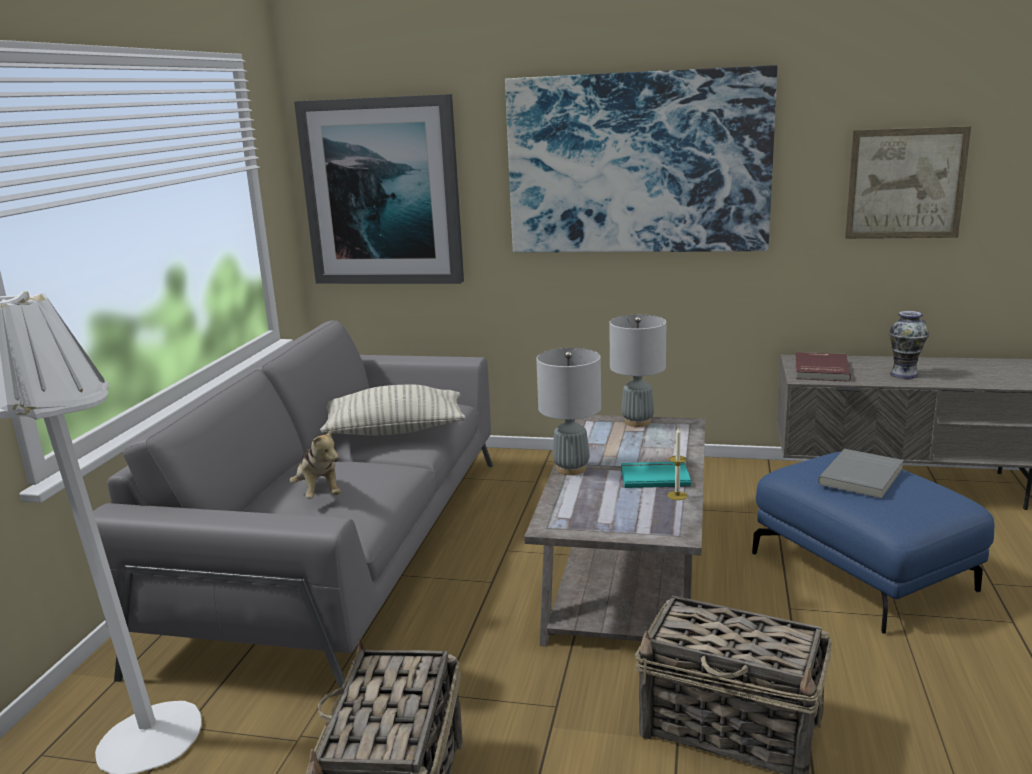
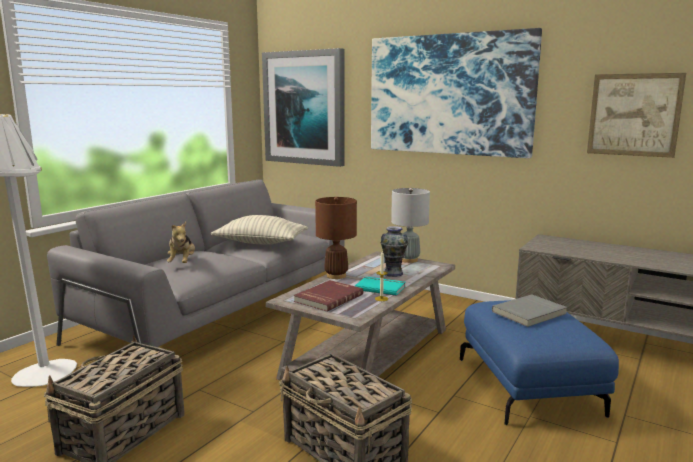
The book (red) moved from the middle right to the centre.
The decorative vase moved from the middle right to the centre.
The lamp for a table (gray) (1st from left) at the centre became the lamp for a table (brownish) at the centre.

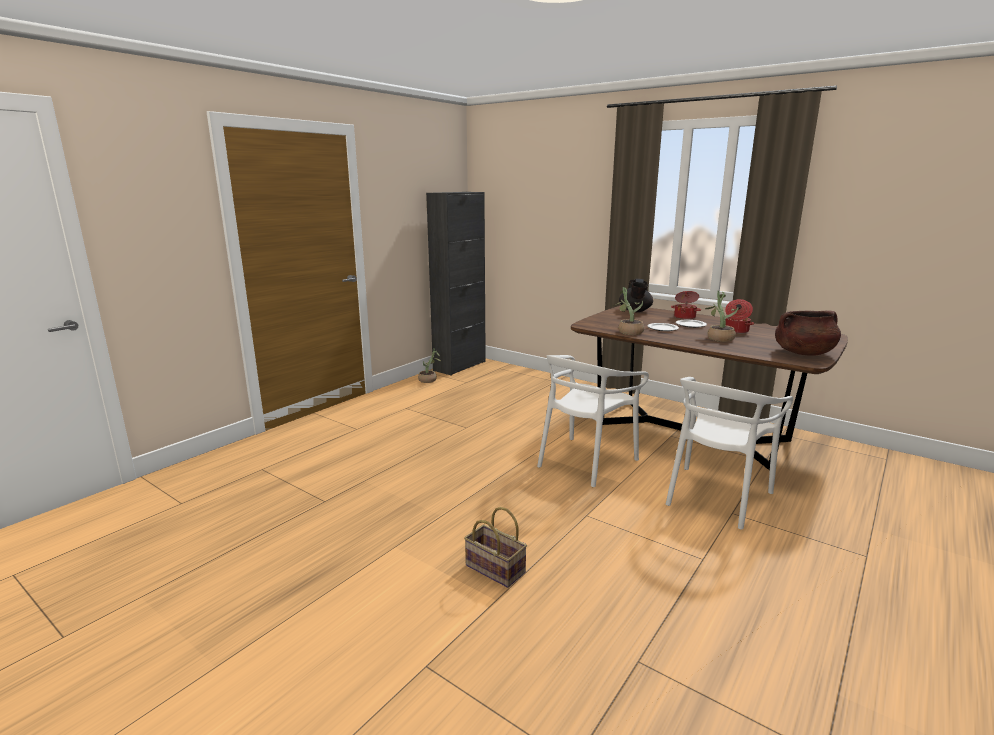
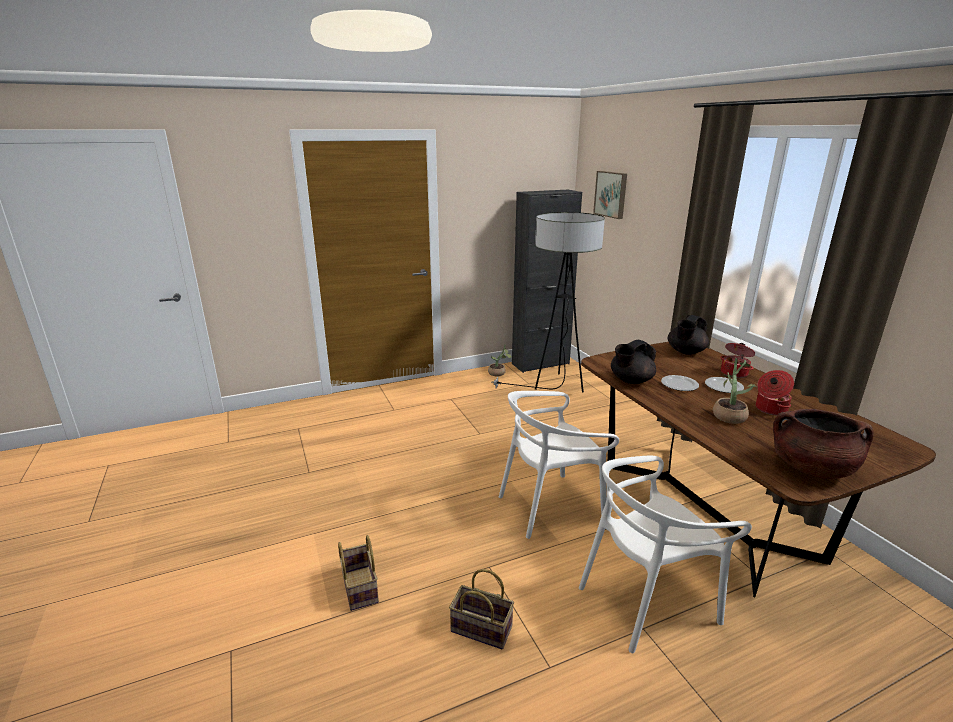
The storage basket (2nd from left) at the bottom centre appeared.
The standing lamp at the centre appeared.
The wall art at the top centre appeared.
The plant in a pot (2nd from left) at the centre was replaced by the teapot (black-coloured) (1st from left) at the centre.

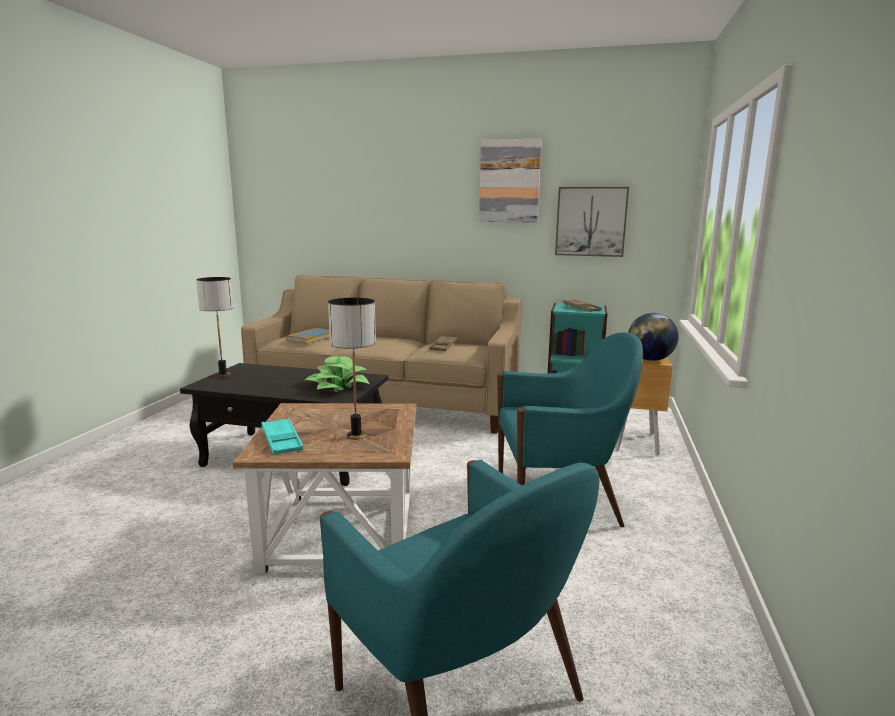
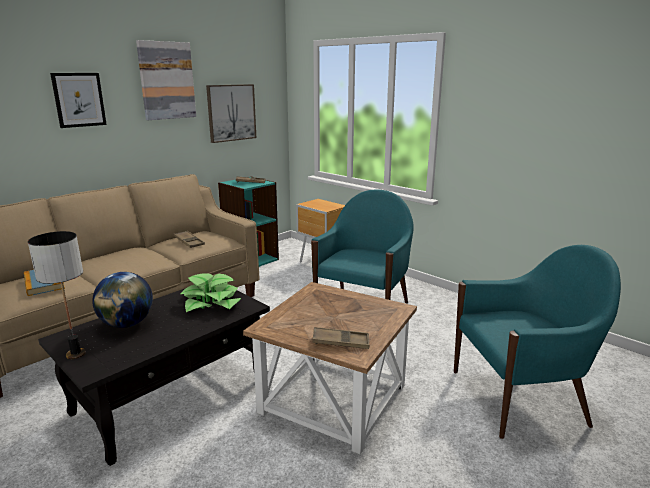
The lamp for a table (2nd from left) at the centre disappeared.
The wall art (1st from left) at the top left appeared.
The world globe moved from the middle right to the middle left.
The carrying tray (blue-green) at the middle left became the carrying tray (brownish) (3rd from left) at the bottom centre.

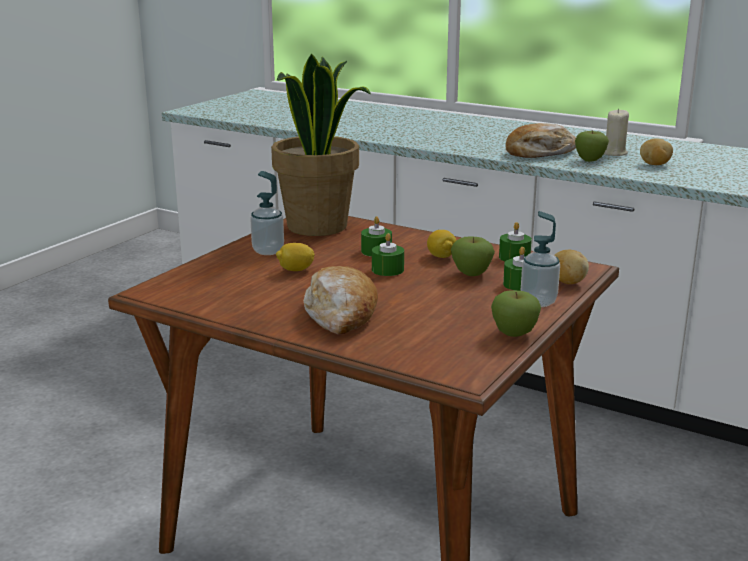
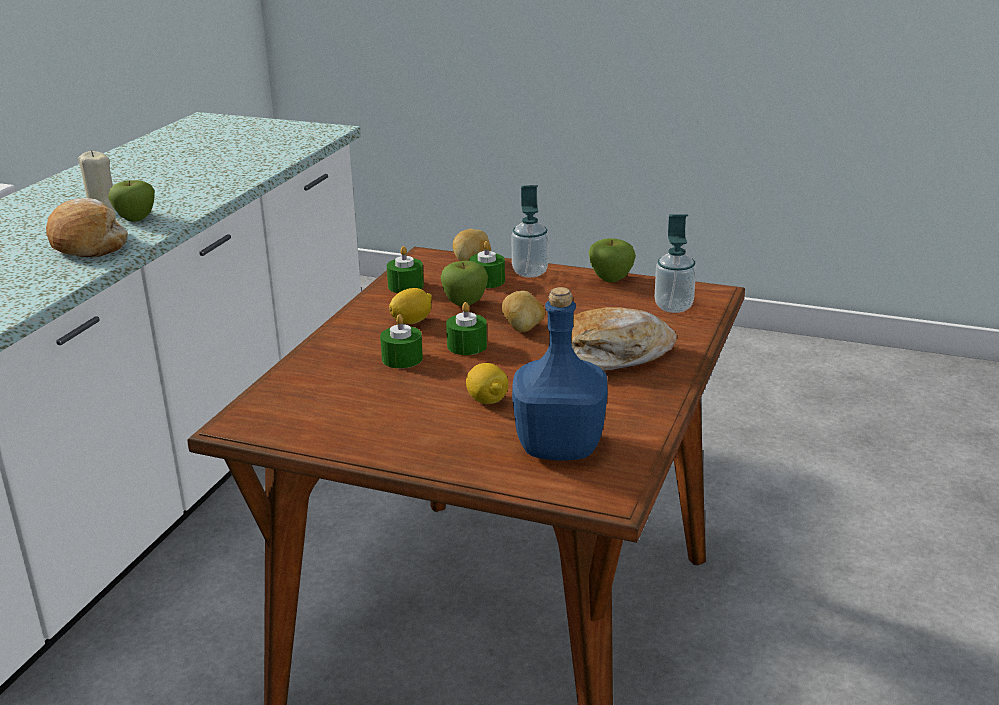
The plant in a pot at the top centre disappeared.
The bottle (blue-coloured) at the centre appeared.
The soap dispenser (1st from left in the first image) moved from the centre to the middle right.
The potato (2nd from left) moved from the top right to the centre.

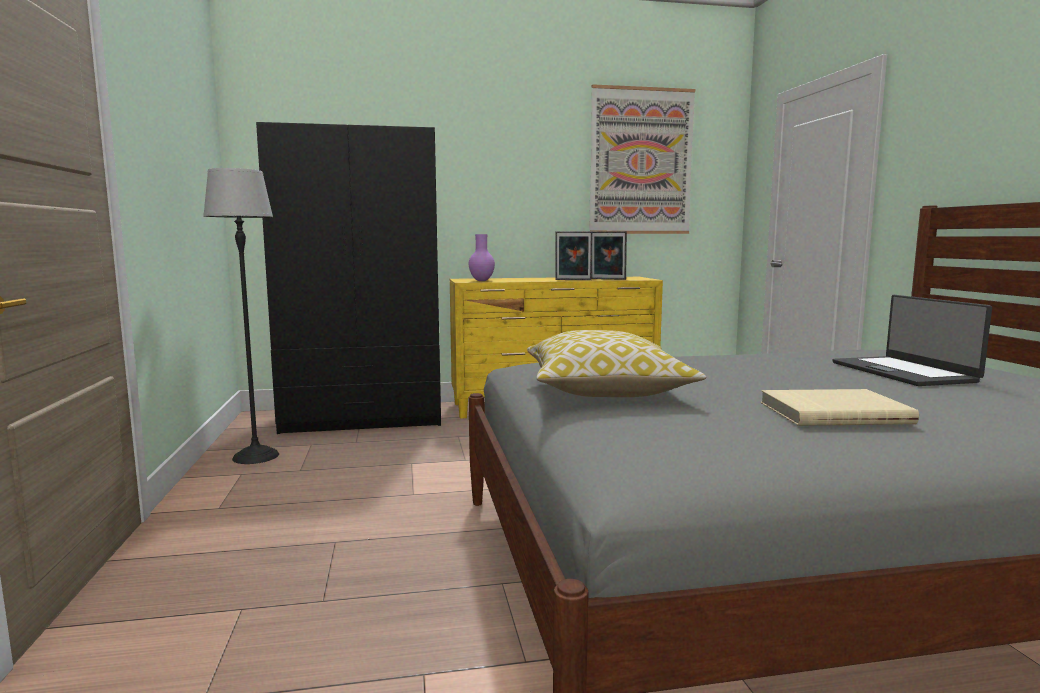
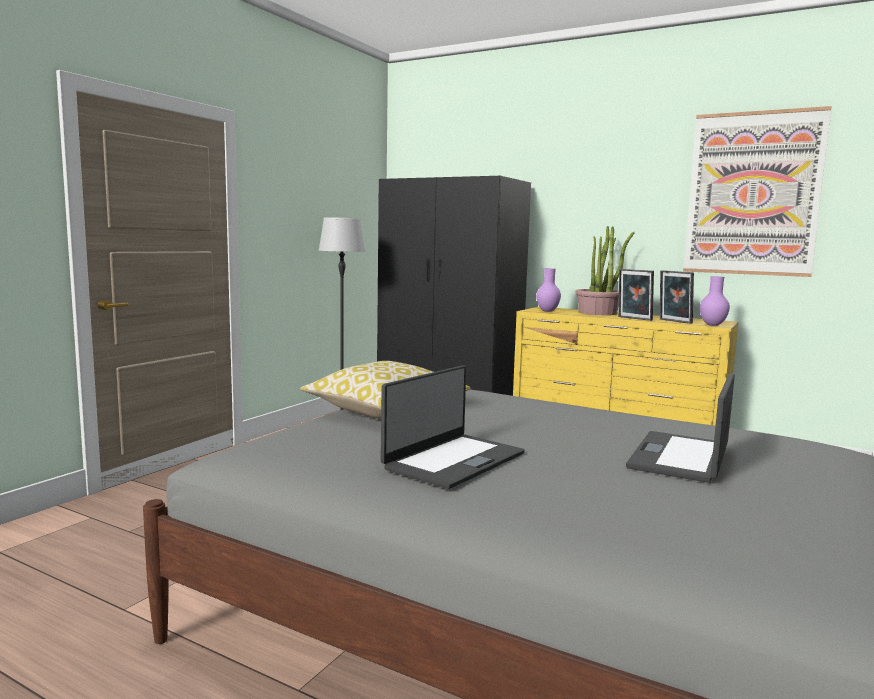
The plant in a pot at the middle right appeared.
The decorative vase (purple) (2nd from left) at the middle right appeared.
The book (beige-coloured) at the middle right was replaced by the portable computer (1st from left) at the centre.

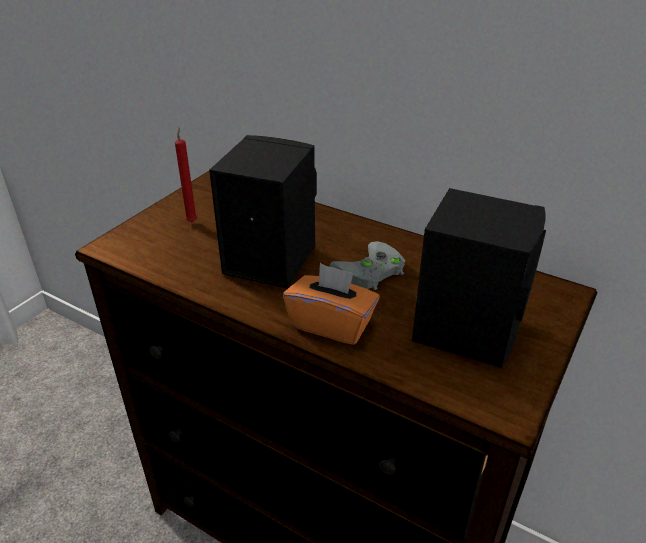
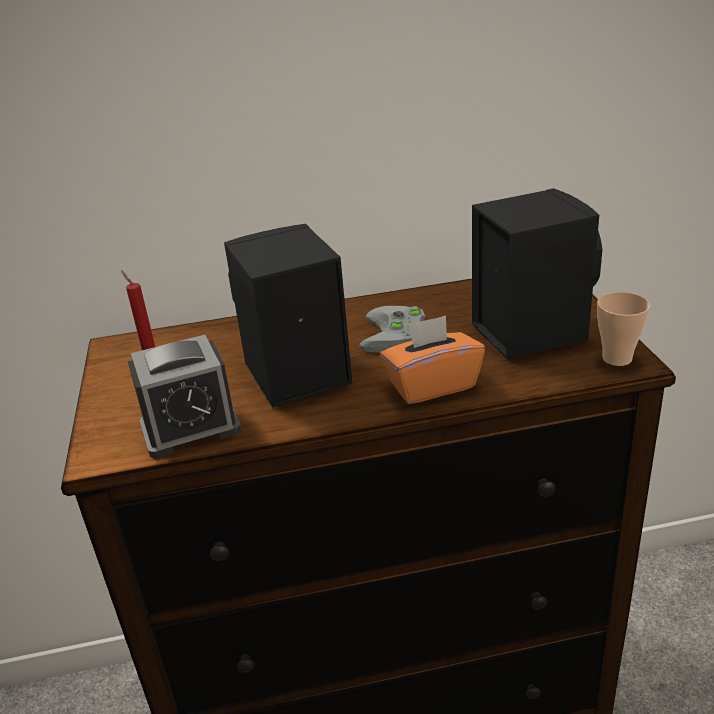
The table clock at the middle left appeared.
The cup at the middle right appeared.

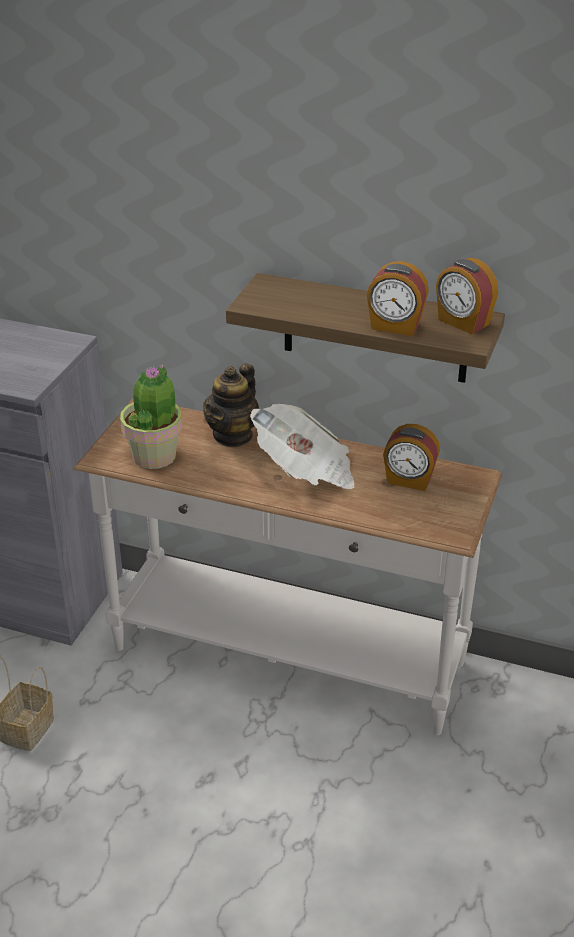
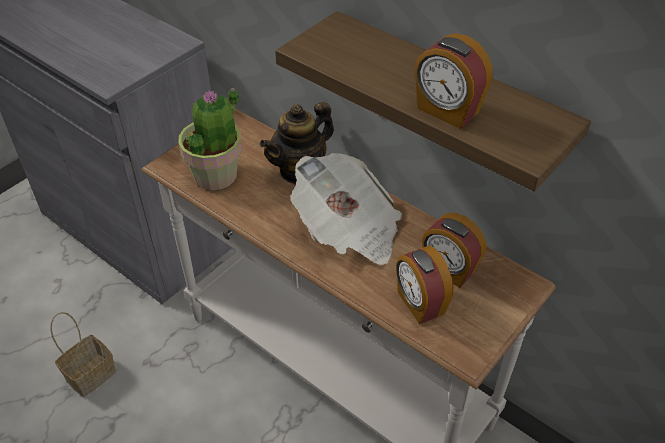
The table clock (3rd from left in the first image) moved from the top right to the centre.

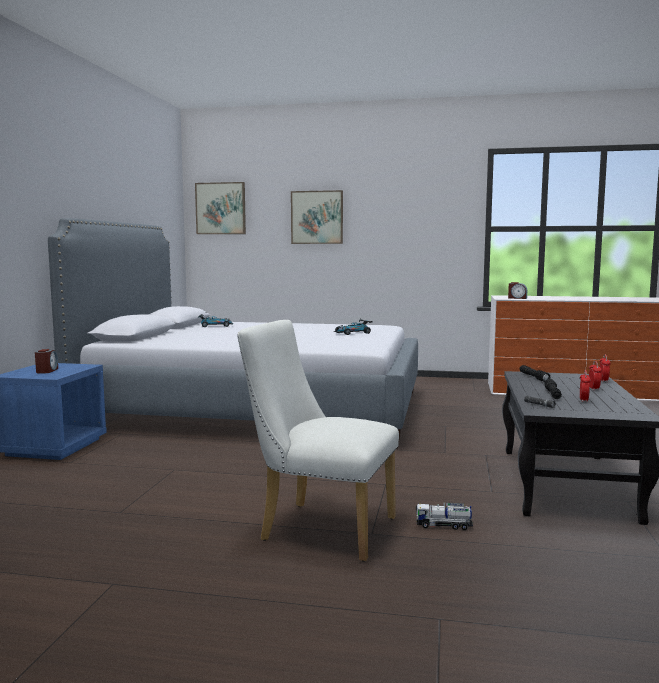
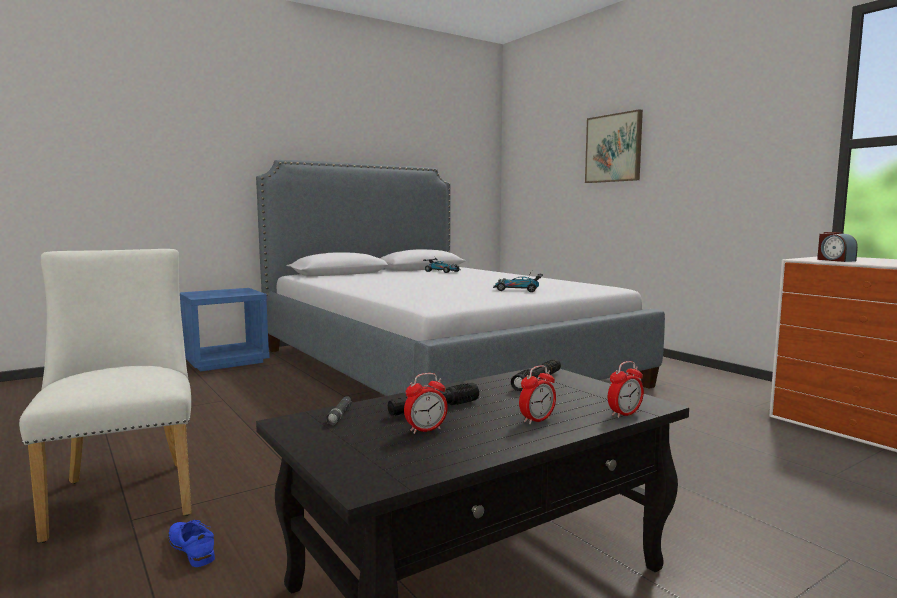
The table clock (1st from left) at the middle left disappeared.
The wall art (1st from left) at the top centre disappeared.
The model truck at the bottom right was replaced by the low shoe (blue-coloured) at the bottom left.

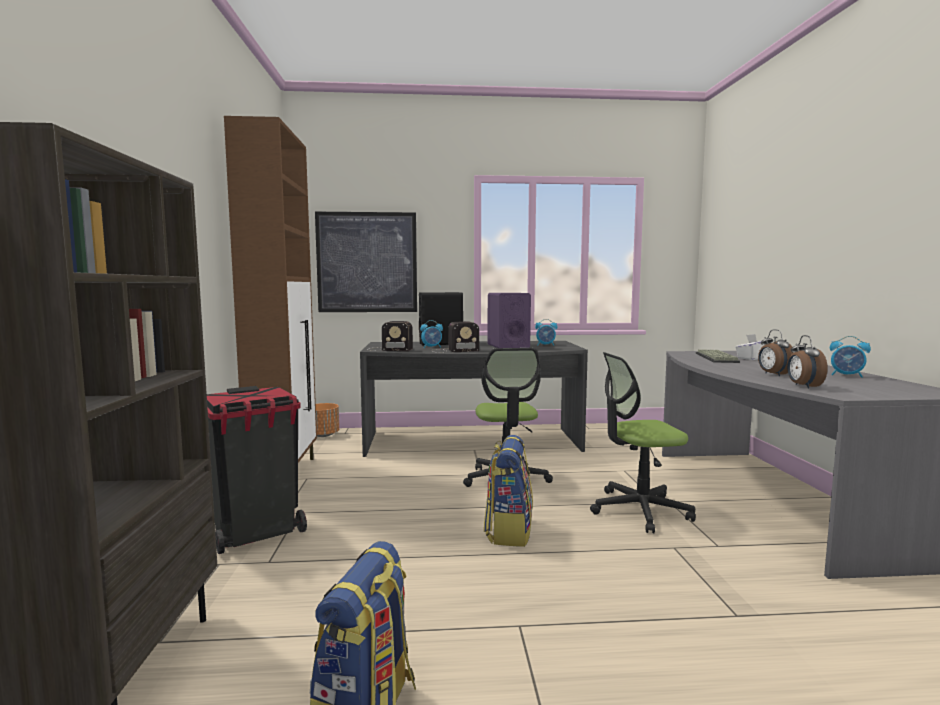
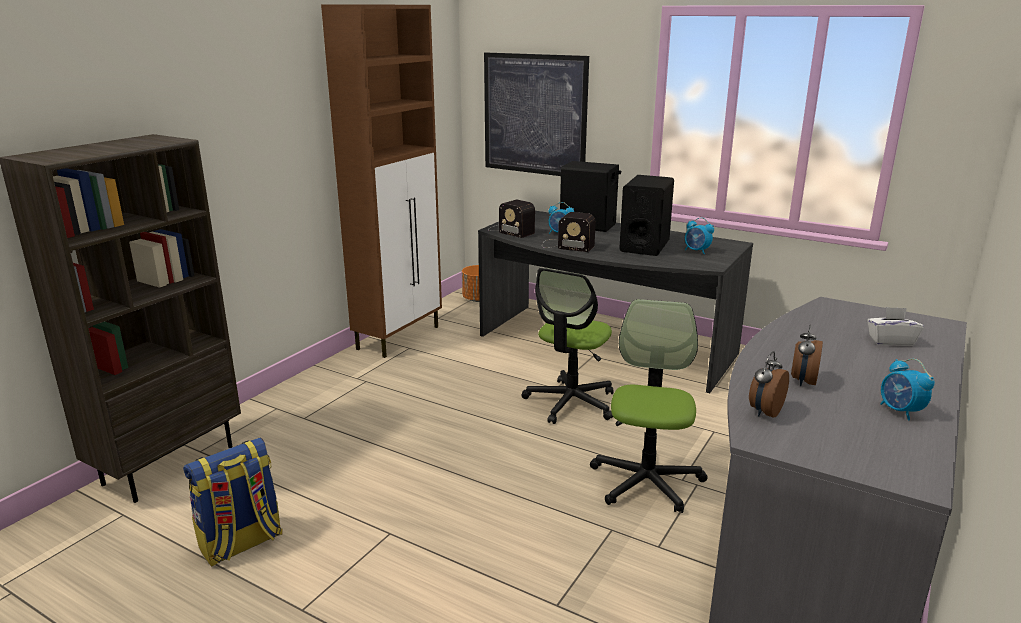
The waste bin (black-coloured) at the bottom left disappeared.
The backpack (2nd from left) at the bottom centre disappeared.
The computer keyboard at the middle right disappeared.
The speaker (purple) at the centre became the speaker (black-coloured) (2nd from left) at the centre.
The office chair (2nd from left) at the middle right turned 75 degrees clockwise.

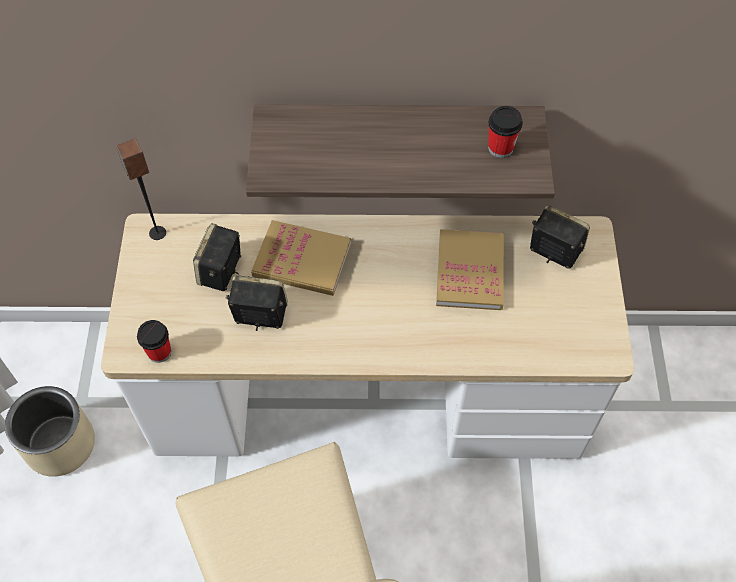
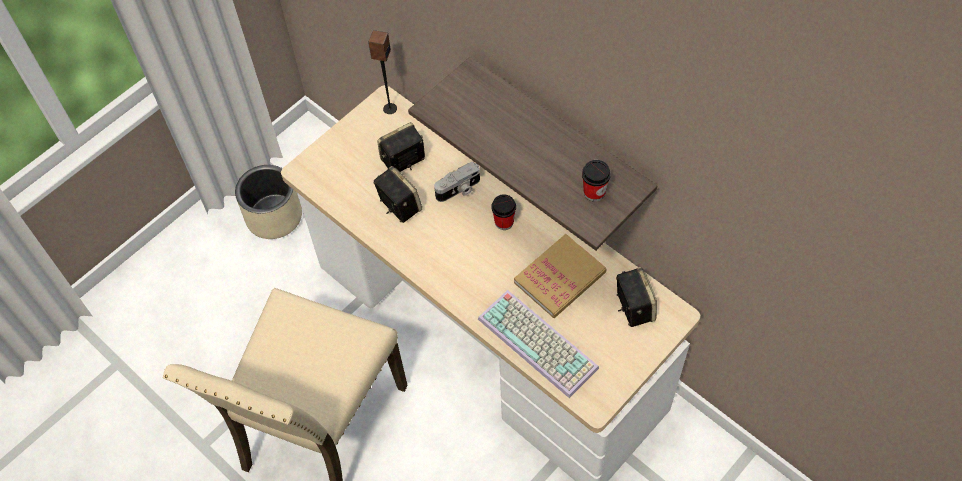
The computer keyboard at the bottom centre appeared.
The cup (1st from left) moved from the middle left to the centre.
The book (1st from left) at the centre was replaced by the still camera at the centre.

